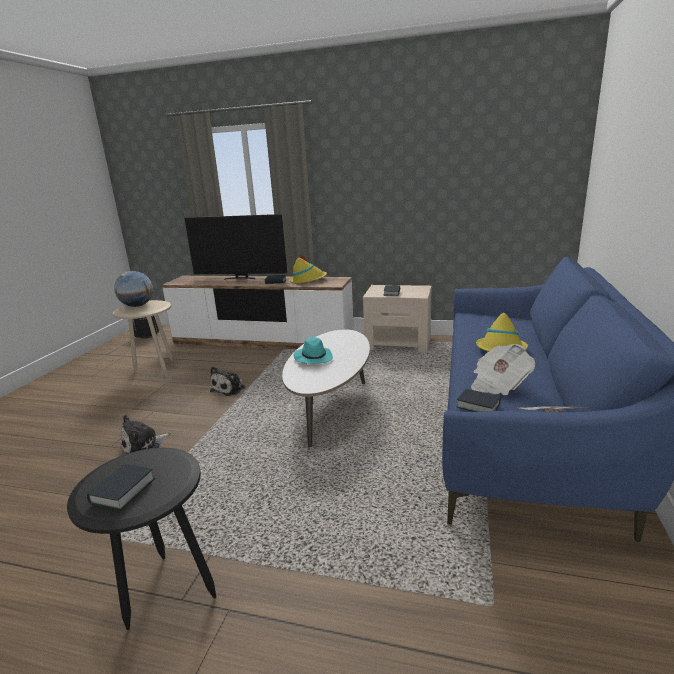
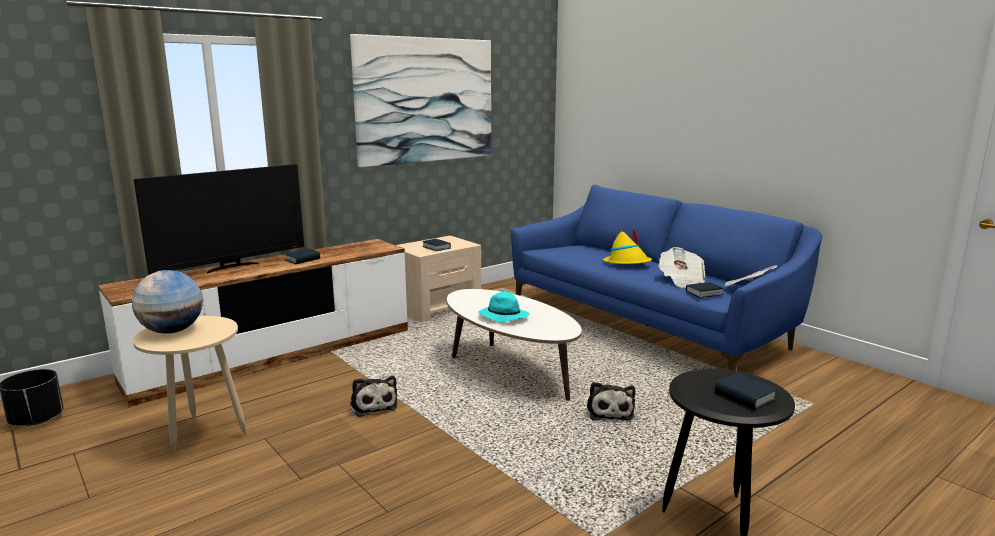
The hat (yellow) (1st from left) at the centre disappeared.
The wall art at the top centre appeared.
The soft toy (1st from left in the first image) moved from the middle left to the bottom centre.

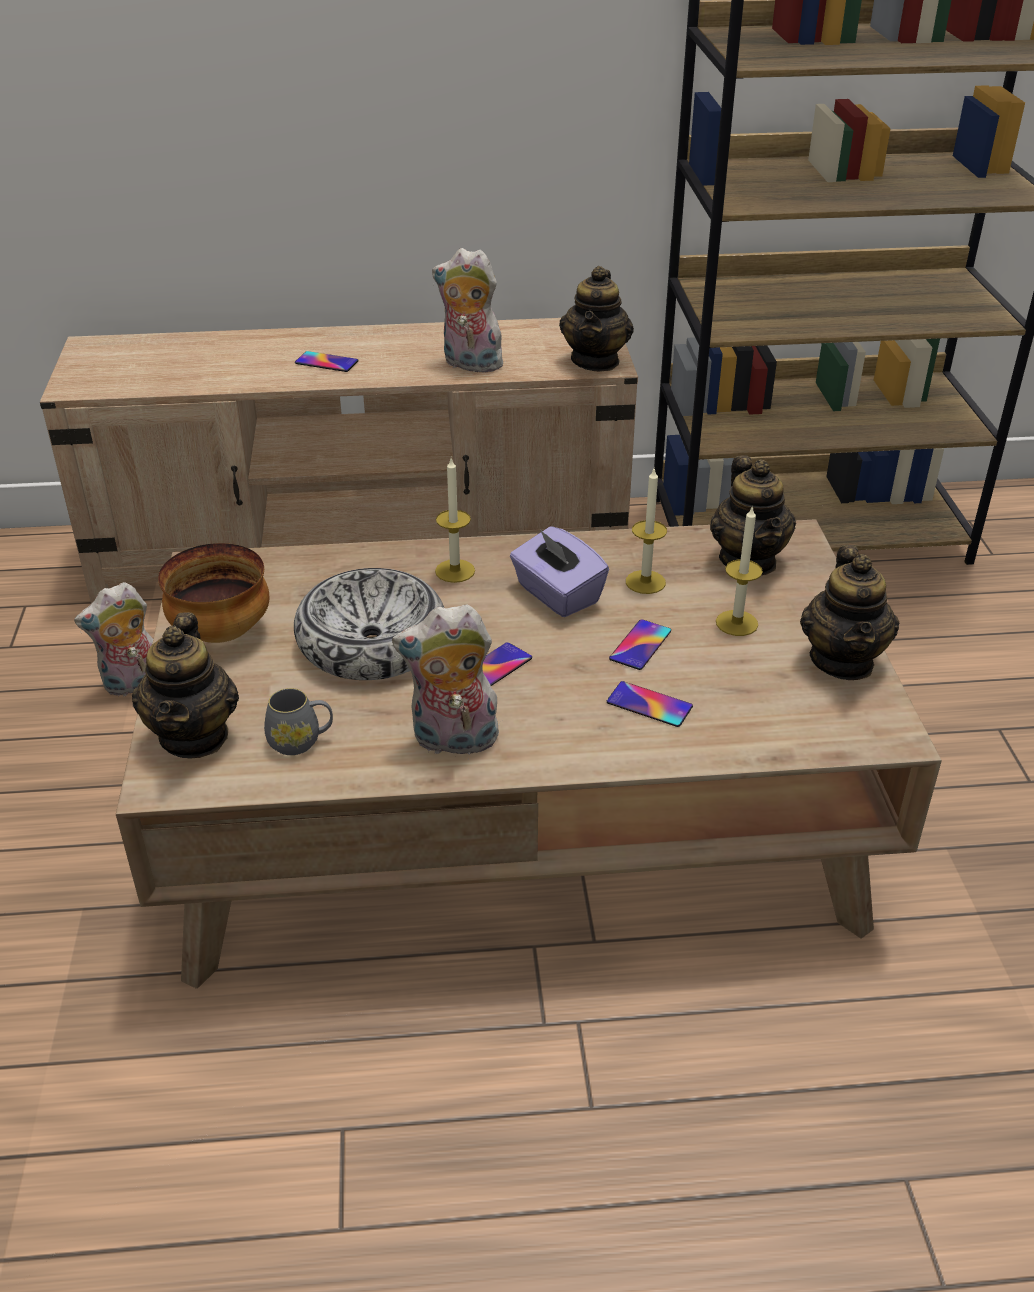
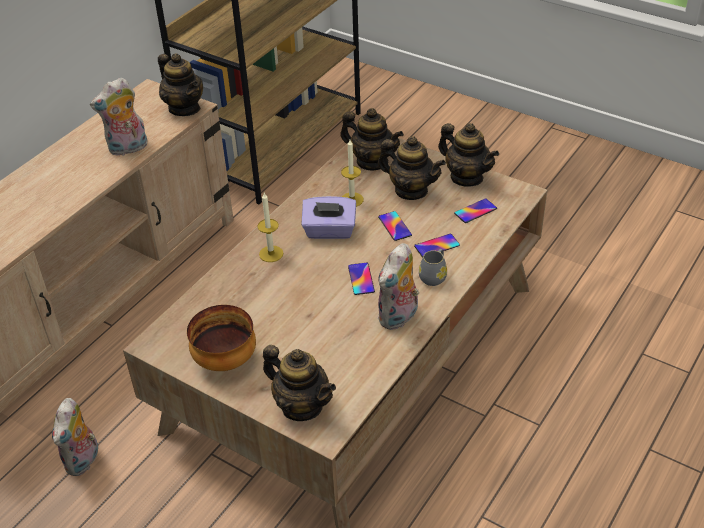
The deep dish (2nd from left) at the centre disappeared.
The coffee mug (gray) moved from the middle left to the centre.
The phone (1st from left in the first image) moved from the top left to the middle right.
The wax light (3rd from left) at the middle right was replaced by the teapot (4th from left) at the top centre.

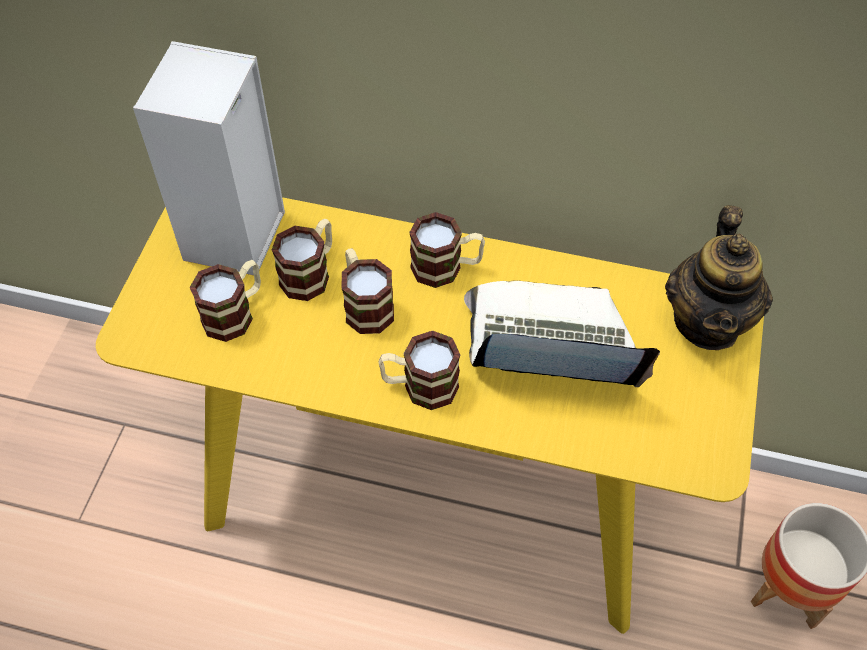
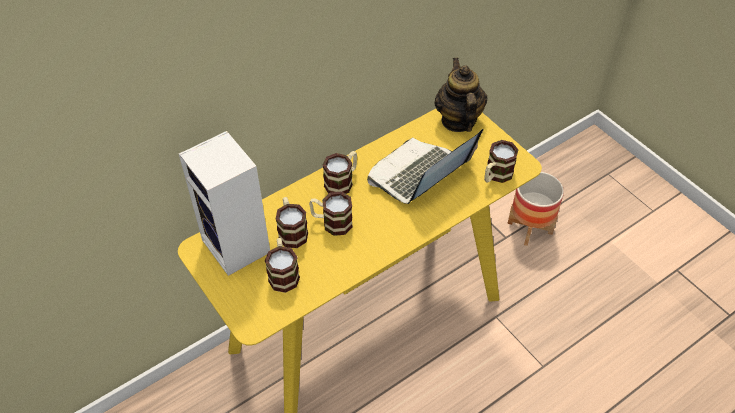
The coffee mug (4th from left in the first image) moved from the centre to the middle right.
The teapot at the middle right turned 150 degrees counterclockwise.

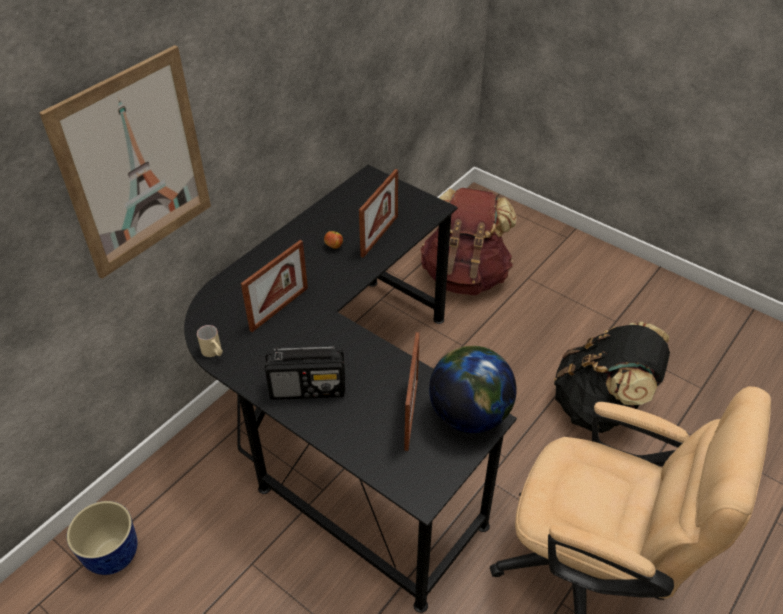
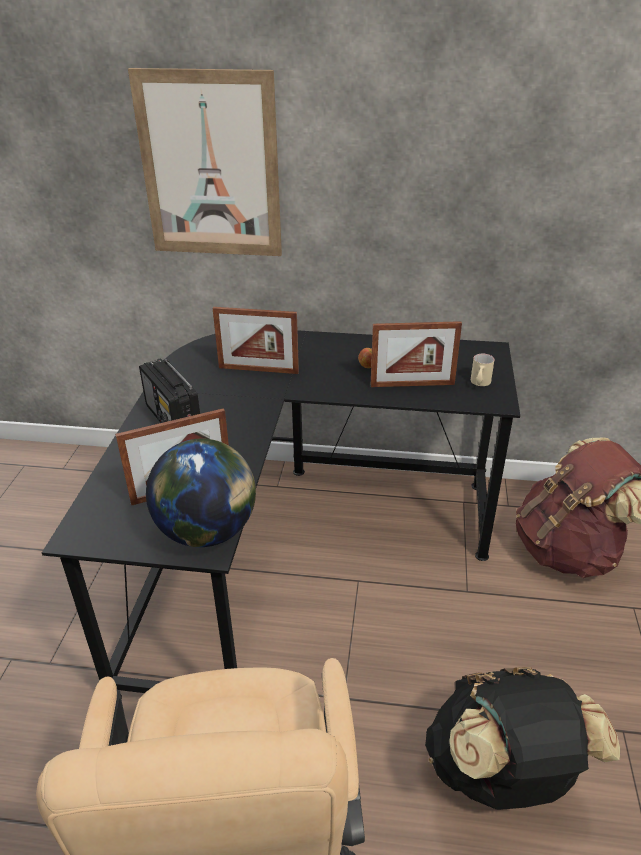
The flower pot at the bottom left disappeared.
The coffee mug (beige-coloured) moved from the middle left to the middle right.

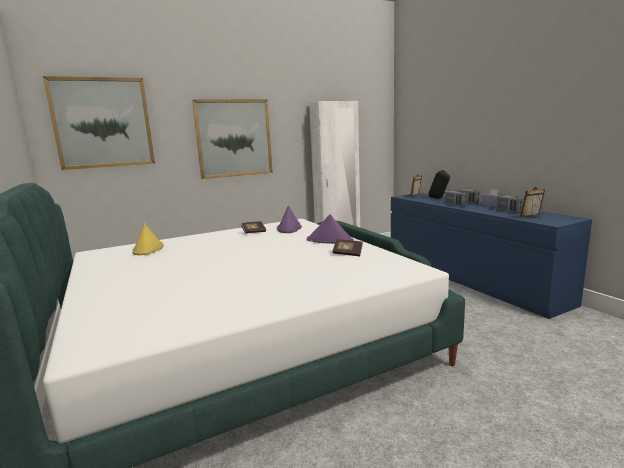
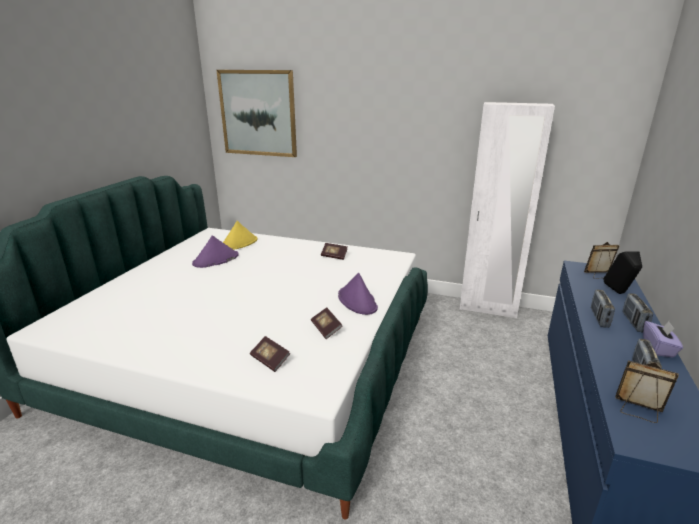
The wall art (2nd from left) at the top centre disappeared.
The book (1st from left) at the bottom centre appeared.
The hat (purple) (1st from left) moved from the centre to the middle left.

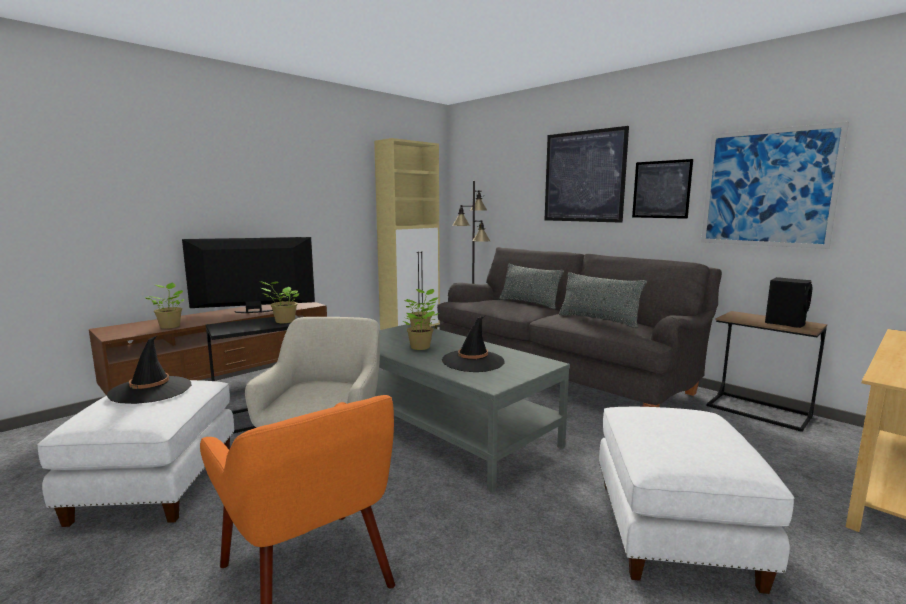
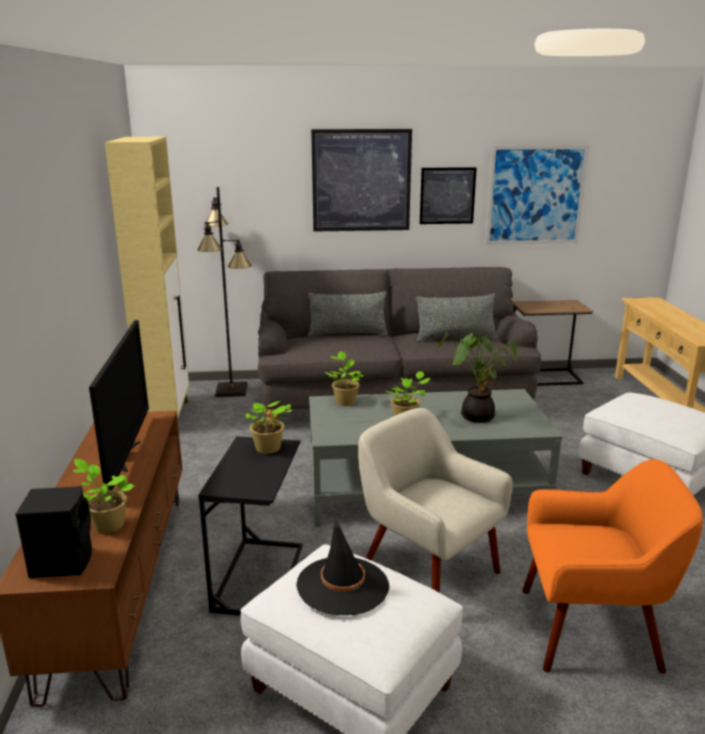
The speaker (black-coloured) moved from the middle right to the bottom left.
The hat (black-coloured) (2nd from left) at the centre was replaced by the plant in a pot (5th from left) at the middle right.
The TV at the middle left turned 150 degrees clockwise.

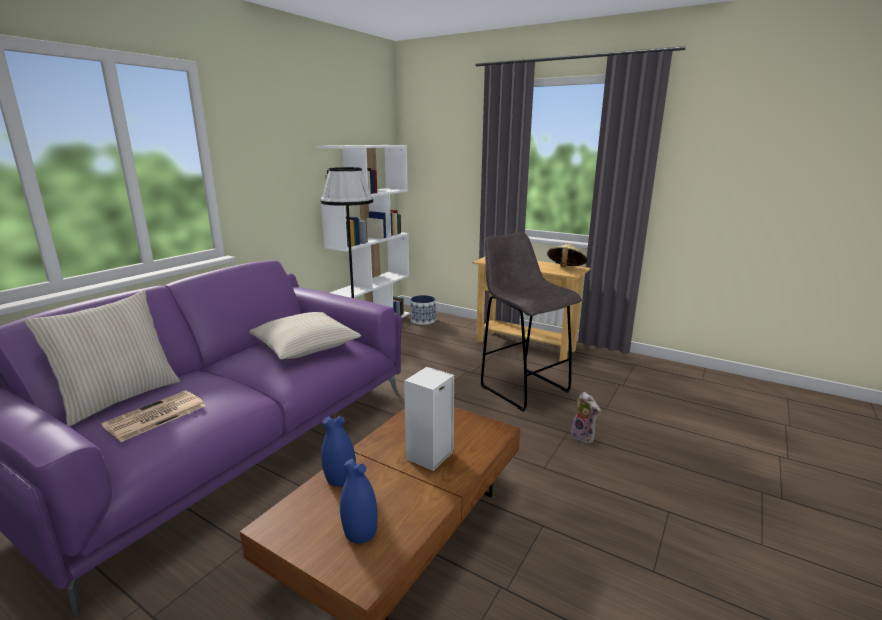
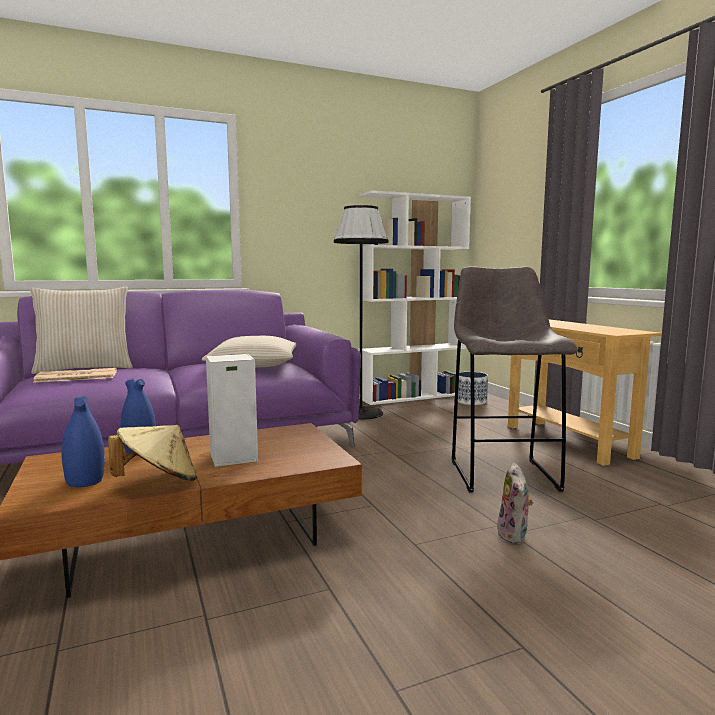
The hat (beige-coloured) moved from the centre to the middle left.

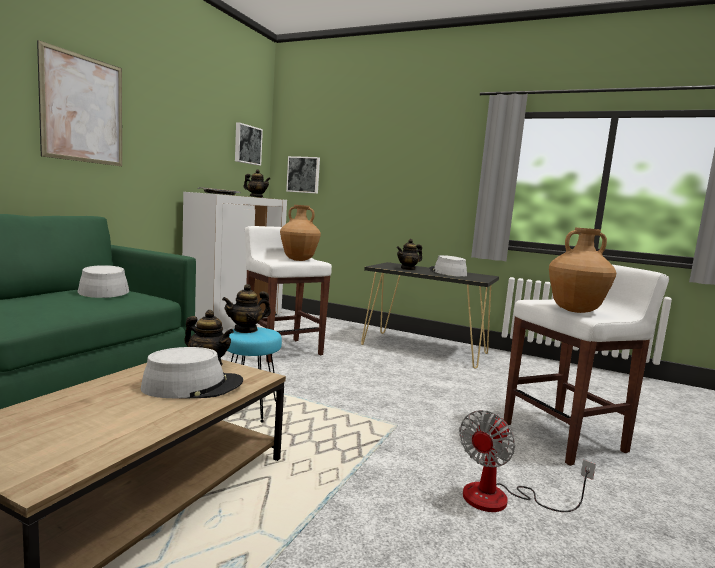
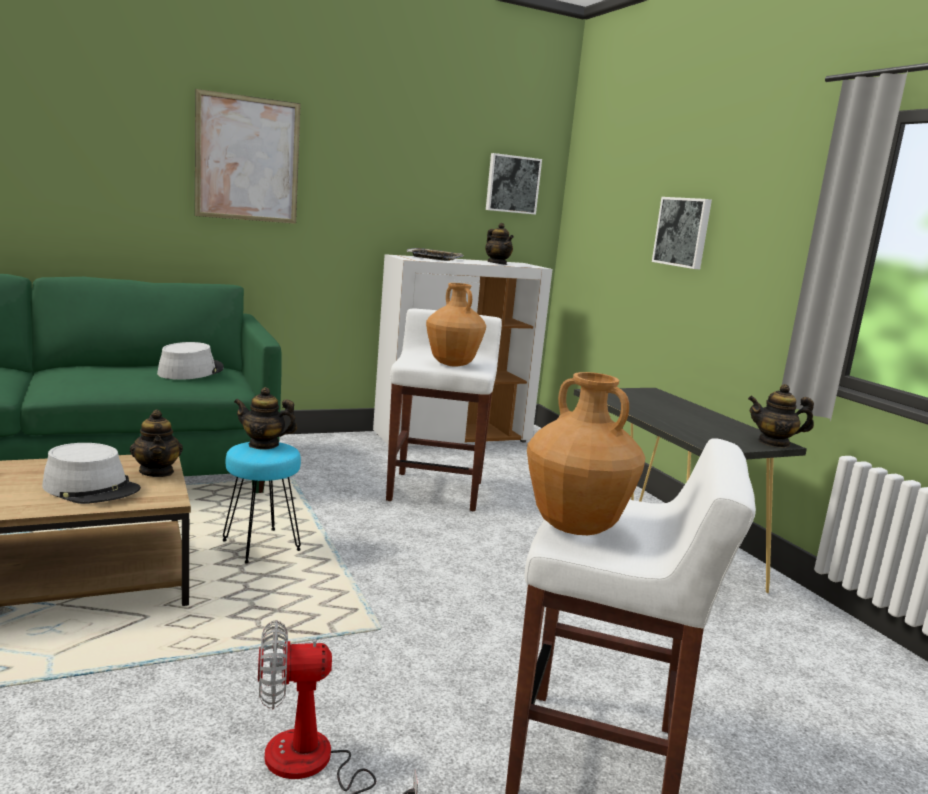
The hat (gray) (3rd from left) at the centre disappeared.
The wall art (3rd from left) moved from the top centre to the top right.
The teapot (4th from left) moved from the centre to the middle right.

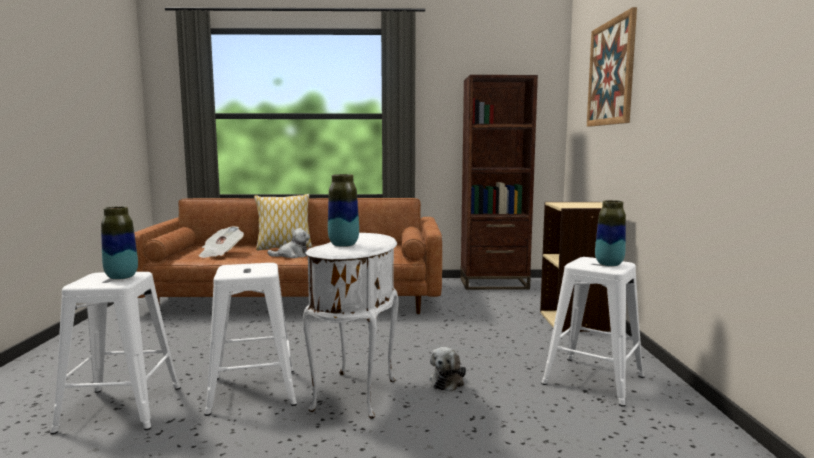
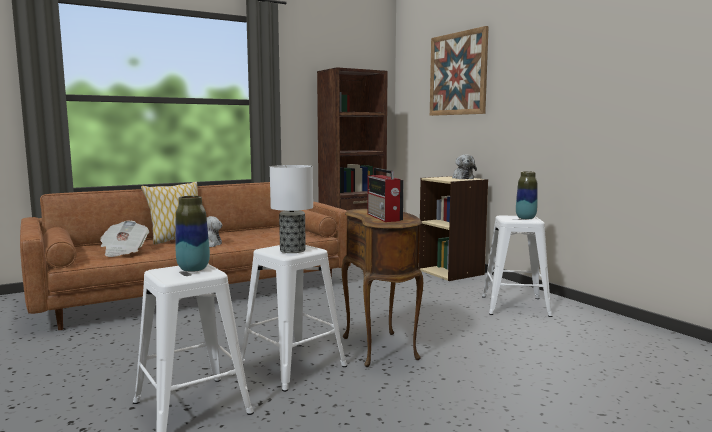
The lamp for a table at the centre appeared.
The soft toy (2nd from left) moved from the bottom centre to the centre.
The decorative vase (2nd from left) at the centre was replaced by the radio set at the centre.
The side table (whitish) at the bottom centre became the side table (brownish) at the bottom centre.

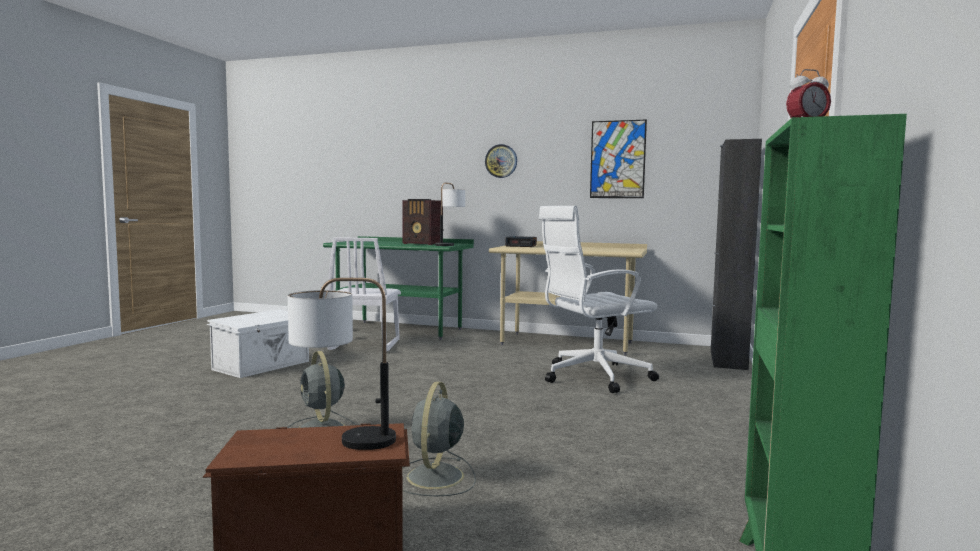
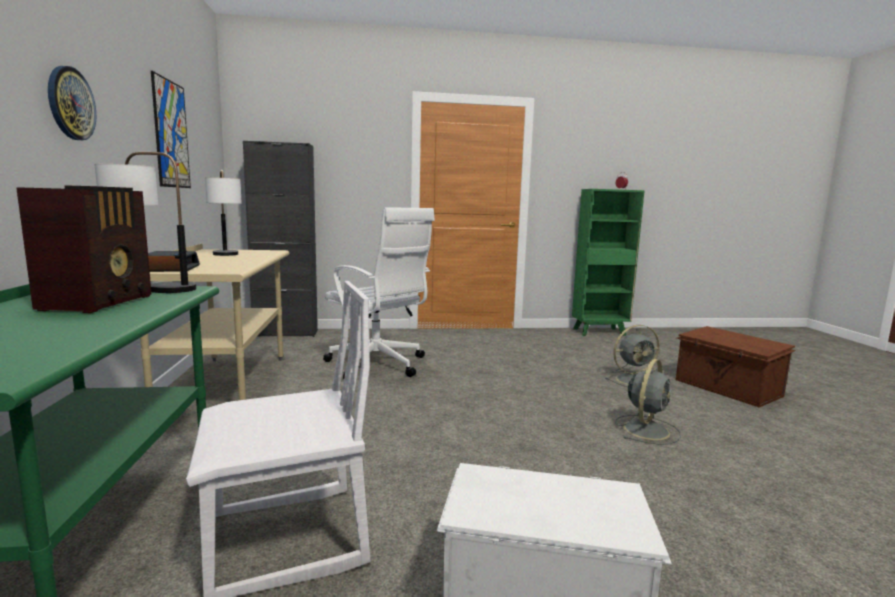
The lamp for a table (1st from left in the first image) moved from the centre to the middle left.

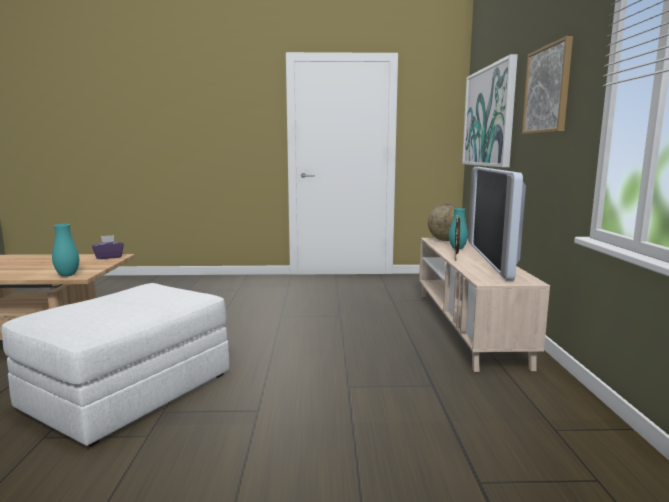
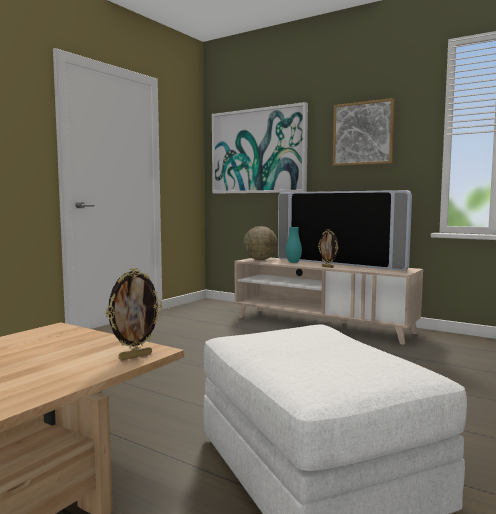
The tissue holder (purple) at the middle left disappeared.
The decorative vase (blue-green) (1st from left) at the middle left was replaced by the picture frame (1st from left) at the middle left.

